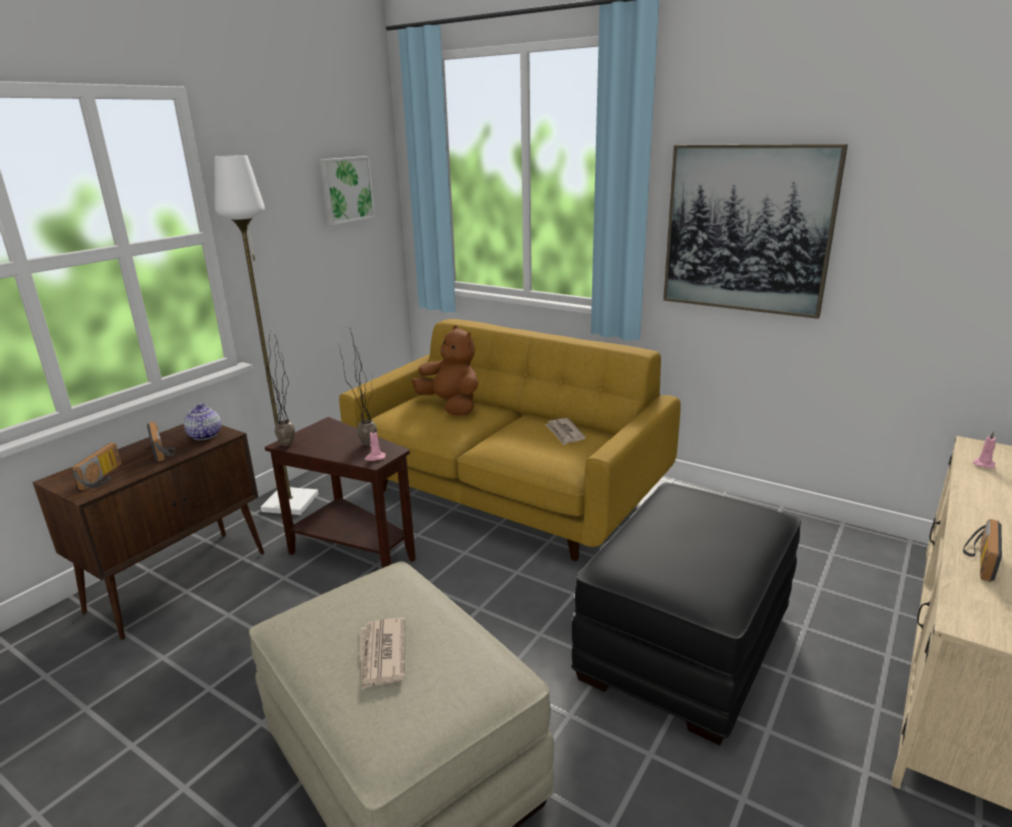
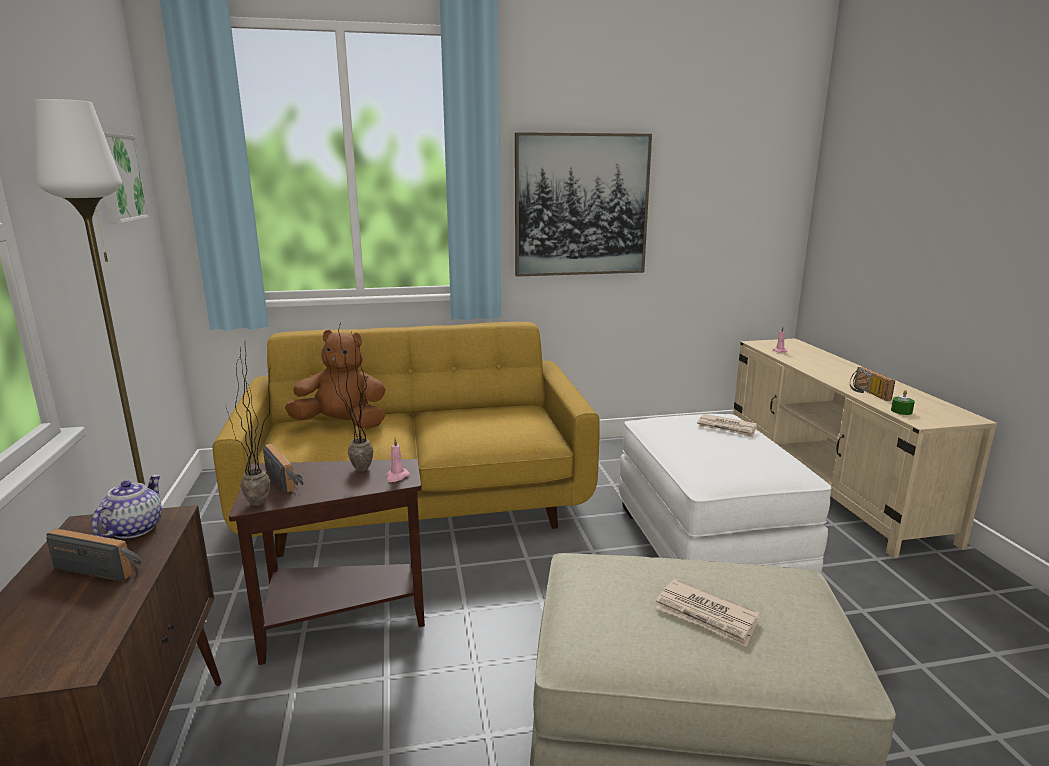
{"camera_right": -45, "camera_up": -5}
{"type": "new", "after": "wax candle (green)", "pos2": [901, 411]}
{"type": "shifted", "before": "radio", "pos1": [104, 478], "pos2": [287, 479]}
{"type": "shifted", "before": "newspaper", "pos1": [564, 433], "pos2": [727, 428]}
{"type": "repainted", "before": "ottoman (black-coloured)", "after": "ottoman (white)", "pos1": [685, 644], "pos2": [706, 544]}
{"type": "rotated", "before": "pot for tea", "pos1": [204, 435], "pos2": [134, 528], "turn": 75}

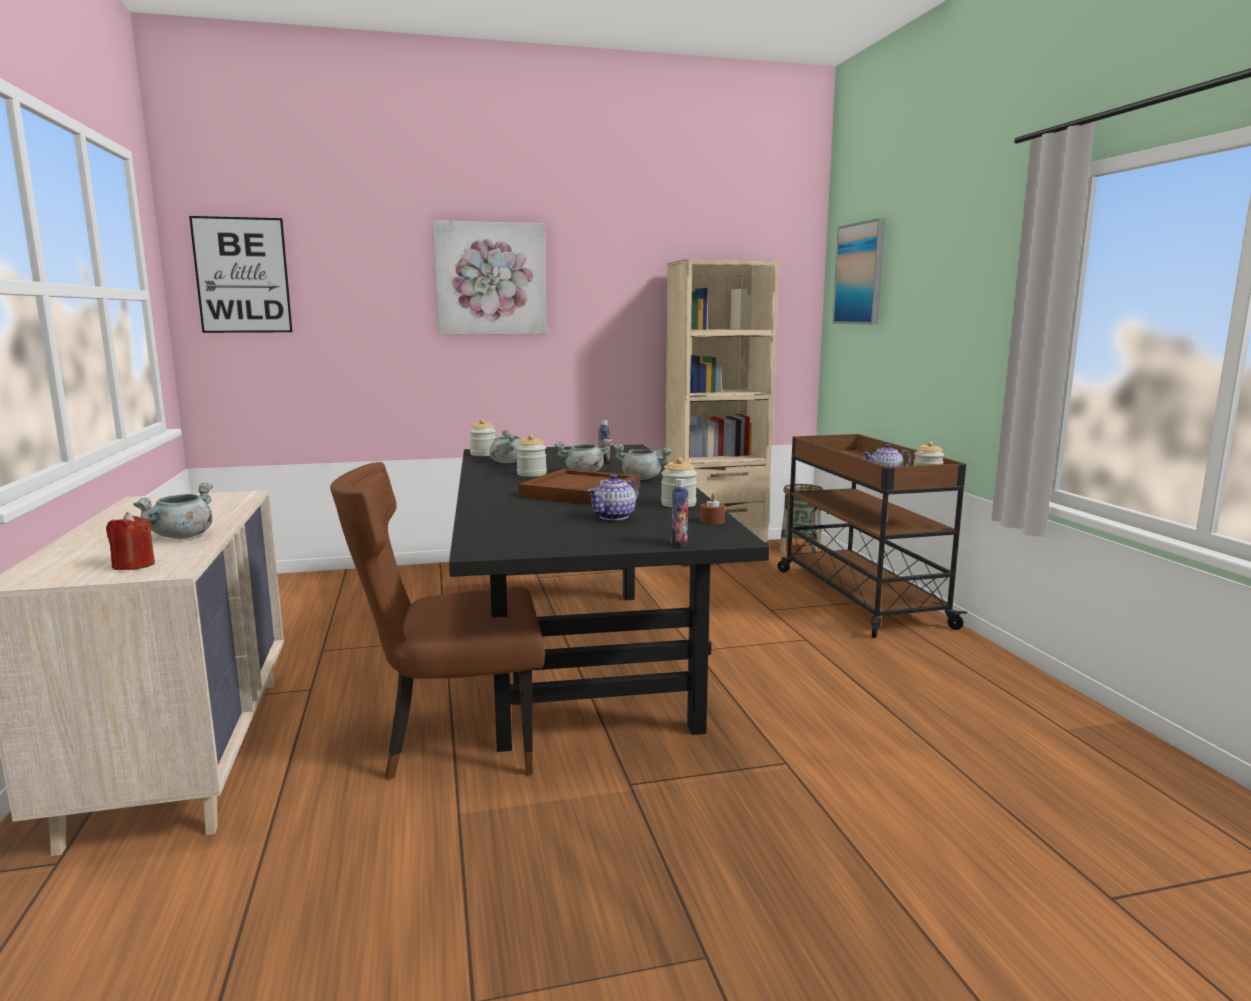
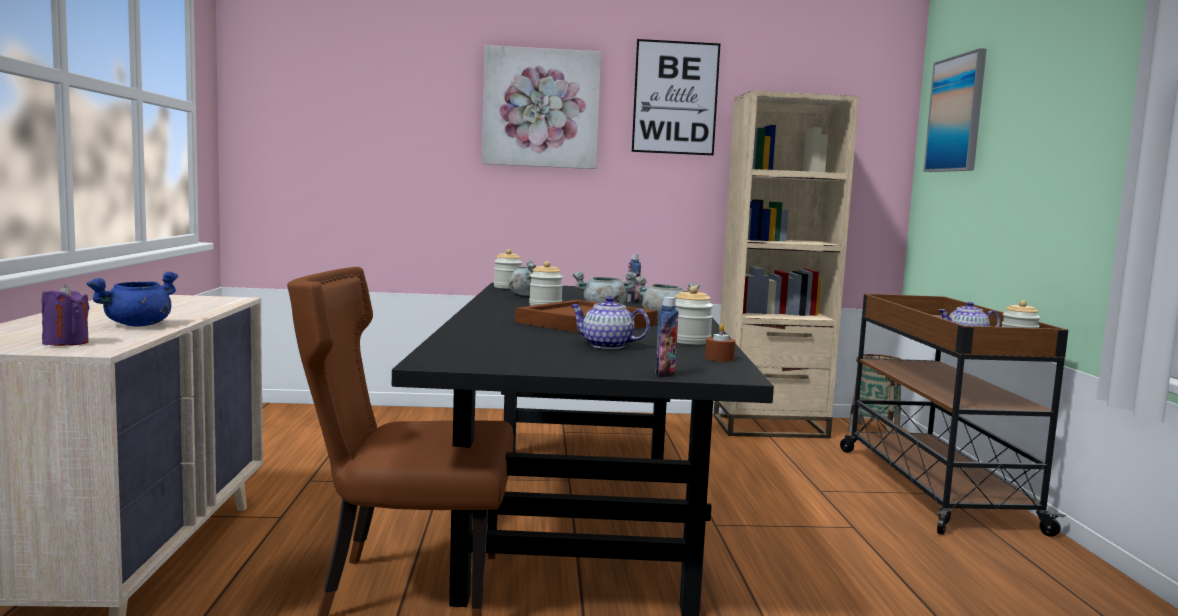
{"camera_right": 10, "camera_up": -5}
{"type": "shifted", "before": "wall picture", "pos1": [242, 275], "pos2": [675, 98]}
{"type": "repainted", "before": "wax candle (red)", "after": "wax candle (purplish)", "pos1": [133, 565], "pos2": [65, 342]}
{"type": "repainted", "before": "saucepot (grey)", "after": "saucepot (blue-coloured)", "pos1": [182, 536], "pos2": [137, 325]}
{"type": "rotated", "before": "pot for tea", "pos1": [614, 516], "pos2": [608, 346], "turn": 60}

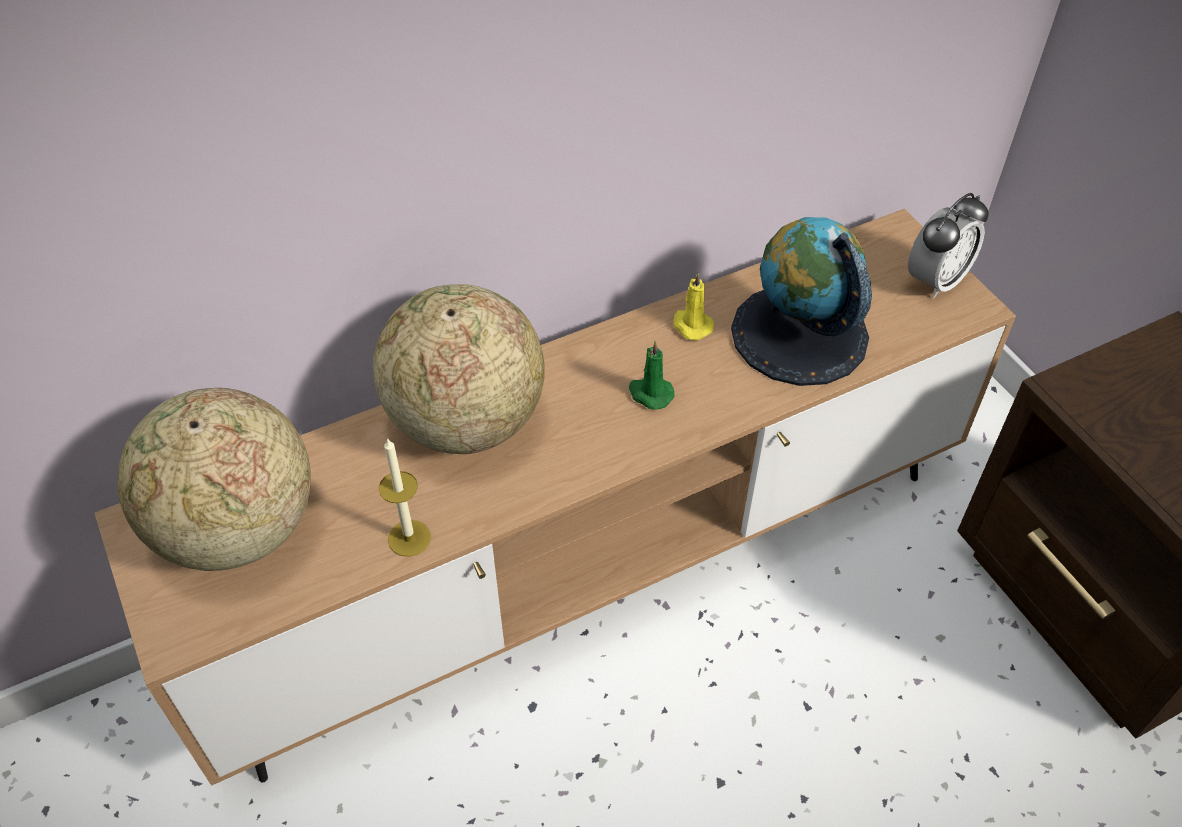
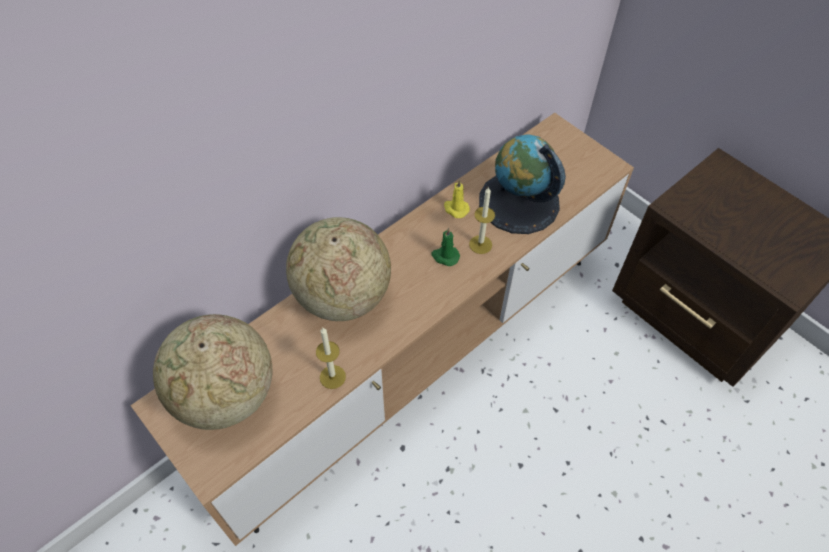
{"camera_right": -15, "camera_up": 5}
{"type": "gone", "before": "table clock", "pos1": [936, 281]}
{"type": "new", "after": "wax candle", "pos2": [480, 244]}

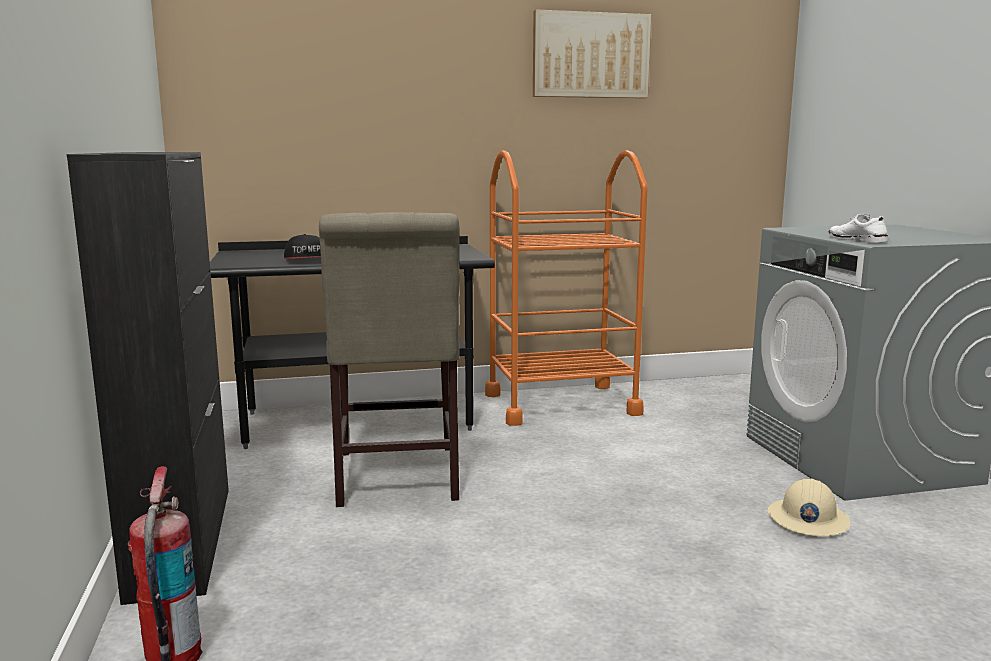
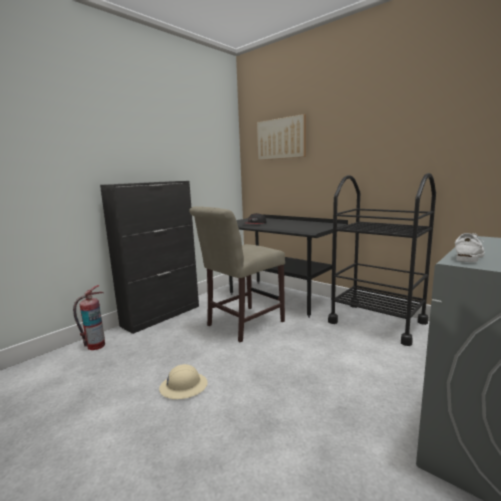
{"camera_right": 55, "camera_up": 0}
{"type": "shifted", "before": "wall picture", "pos1": [590, 55], "pos2": [281, 138]}
{"type": "shifted", "before": "hard hat (beige-coloured)", "pos1": [807, 519], "pos2": [183, 386]}
{"type": "repainted", "before": "wheeled cart (orange-coloured)", "after": "wheeled cart (black-coloured)", "pos1": [561, 404], "pos2": [377, 322]}

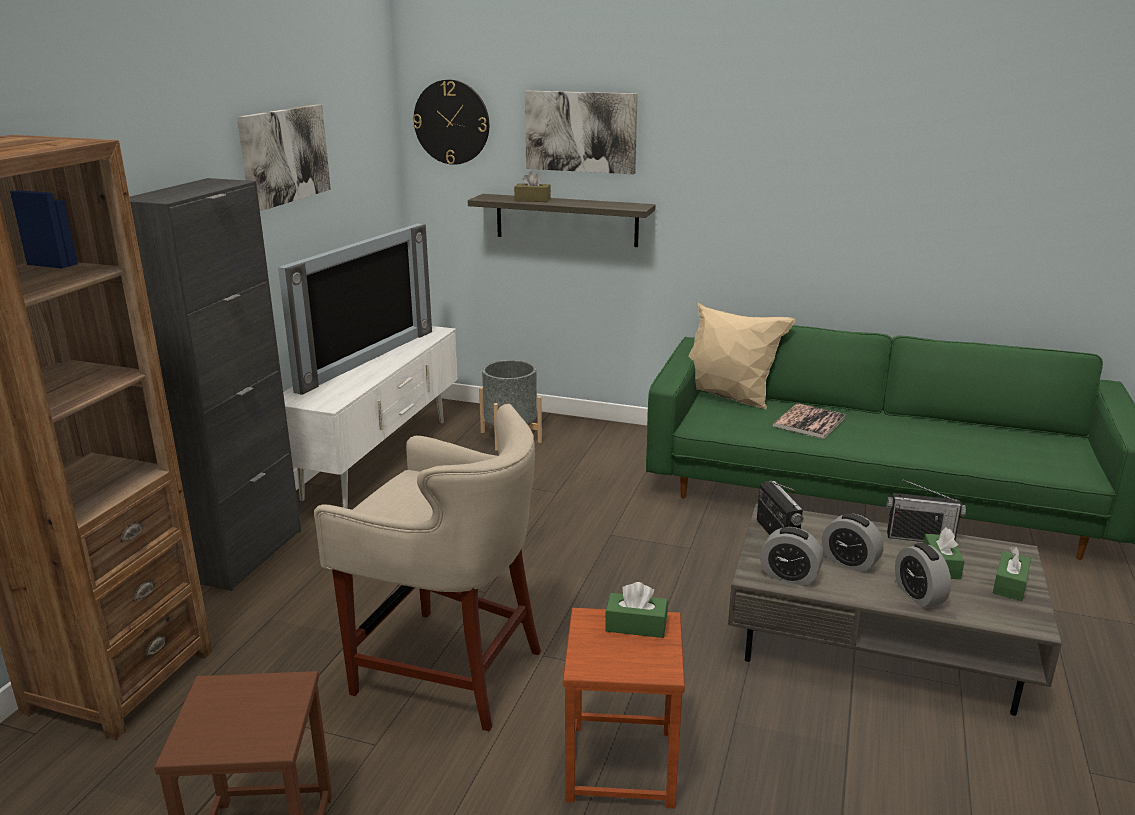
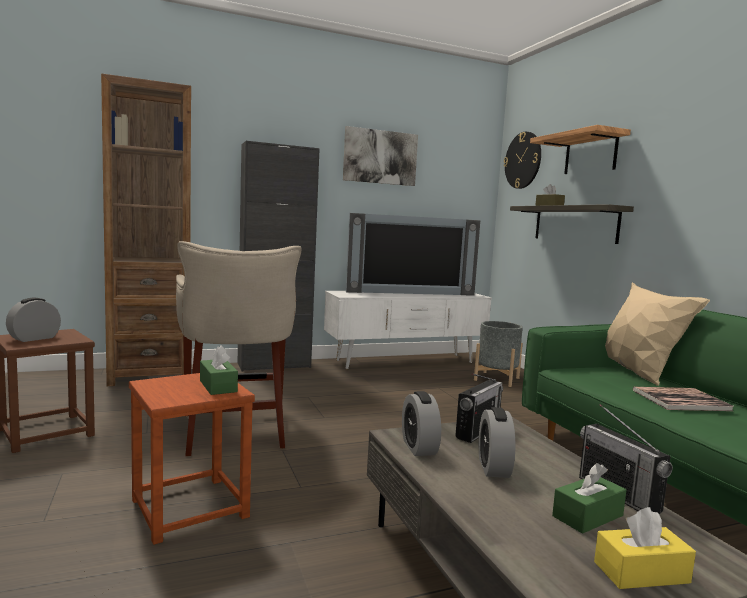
{"camera_right": 50, "camera_up": -15}
{"type": "shifted", "before": "table clock", "pos1": [918, 595], "pos2": [34, 338]}
{"type": "swapped", "before": "wall picture", "after": "shelf", "pos1": [581, 131], "pos2": [590, 154]}
{"type": "repainted", "before": "box of tissues (green)", "after": "box of tissues (yellowish)", "pos1": [1010, 584], "pos2": [641, 572]}

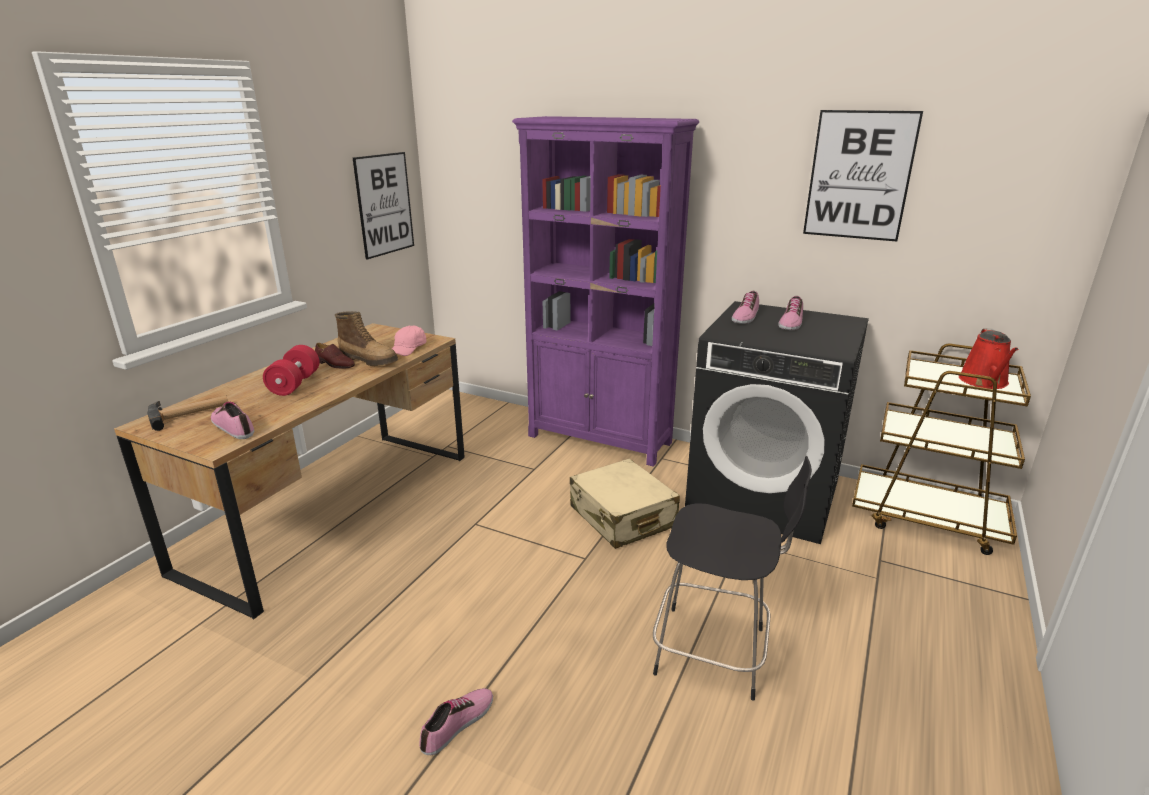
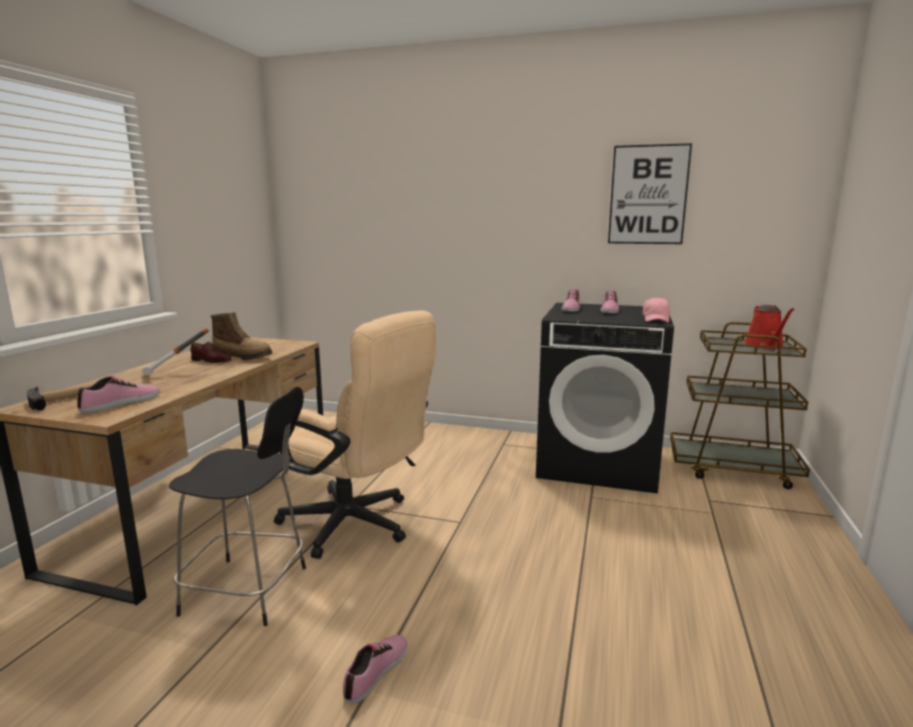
{"camera_right": -10, "camera_up": -10}
{"type": "gone", "before": "wall picture", "pos1": [384, 204]}
{"type": "gone", "before": "bookcase (purplish)", "pos1": [600, 439]}
{"type": "gone", "before": "travel case (beige-coloured)", "pos1": [622, 517]}
{"type": "new", "after": "computer chair (beige-coloured)", "pos2": [357, 526]}
{"type": "shifted", "before": "baseball cap (pink-coloured)", "pos1": [408, 349], "pos2": [656, 319]}
{"type": "shifted", "before": "sitting stool (black-coloured)", "pos1": [715, 652], "pos2": [249, 591]}
{"type": "swapped", "before": "dumbbell (red)", "after": "hammer", "pos1": [295, 384], "pos2": [175, 374]}
{"type": "rotated", "before": "item of footwear", "pos1": [234, 426], "pos2": [122, 403], "turn": 90}

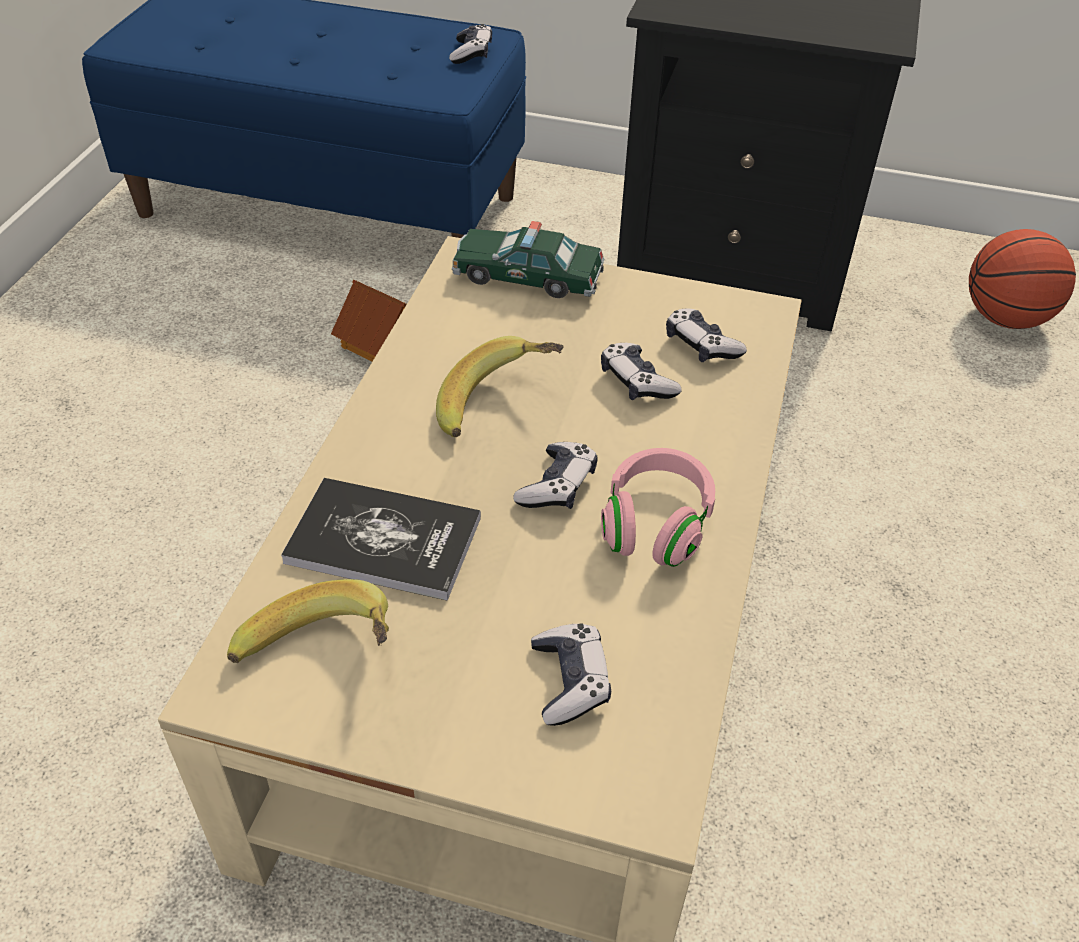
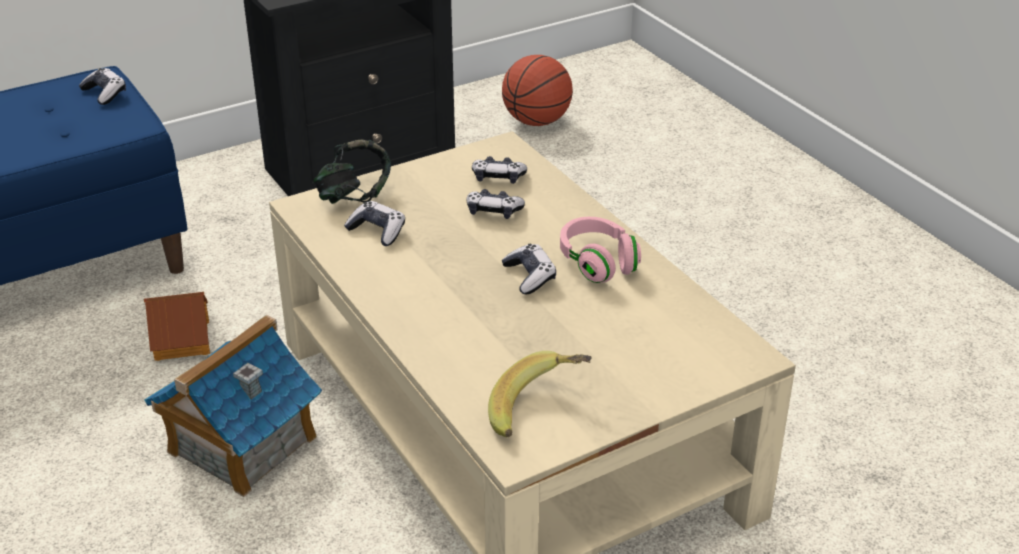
{"camera_right": -45, "camera_up": -10}
{"type": "gone", "before": "volume", "pos1": [383, 540]}
{"type": "gone", "before": "whole banana", "pos1": [499, 407]}
{"type": "new", "after": "model house", "pos2": [241, 445]}
{"type": "shifted", "before": "game controller", "pos1": [570, 681], "pos2": [377, 231]}
{"type": "swapped", "before": "model car", "after": "headset", "pos1": [527, 276], "pos2": [354, 196]}

